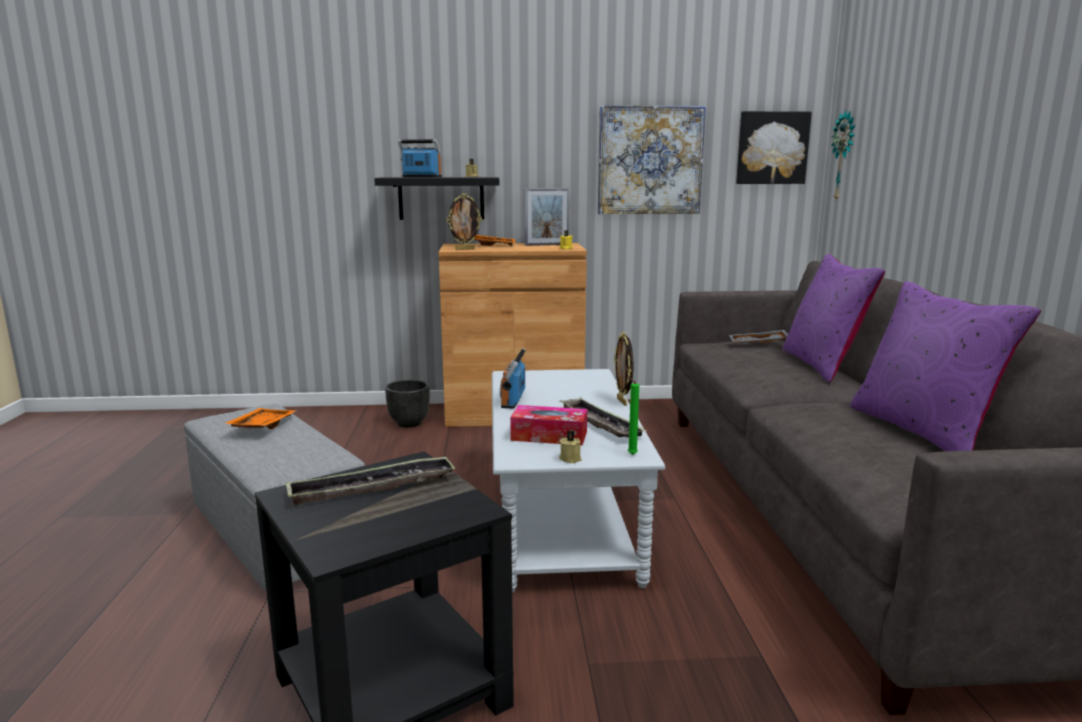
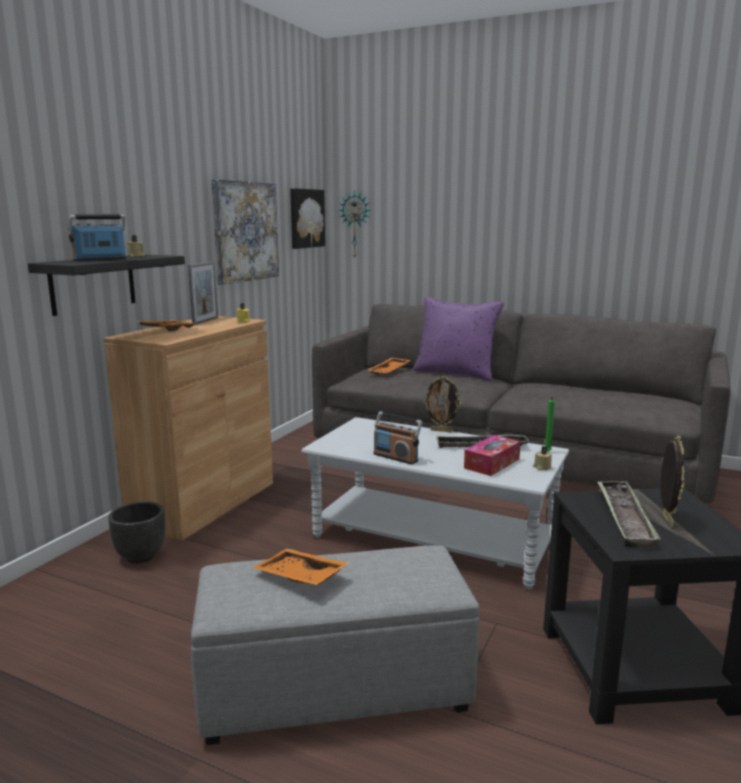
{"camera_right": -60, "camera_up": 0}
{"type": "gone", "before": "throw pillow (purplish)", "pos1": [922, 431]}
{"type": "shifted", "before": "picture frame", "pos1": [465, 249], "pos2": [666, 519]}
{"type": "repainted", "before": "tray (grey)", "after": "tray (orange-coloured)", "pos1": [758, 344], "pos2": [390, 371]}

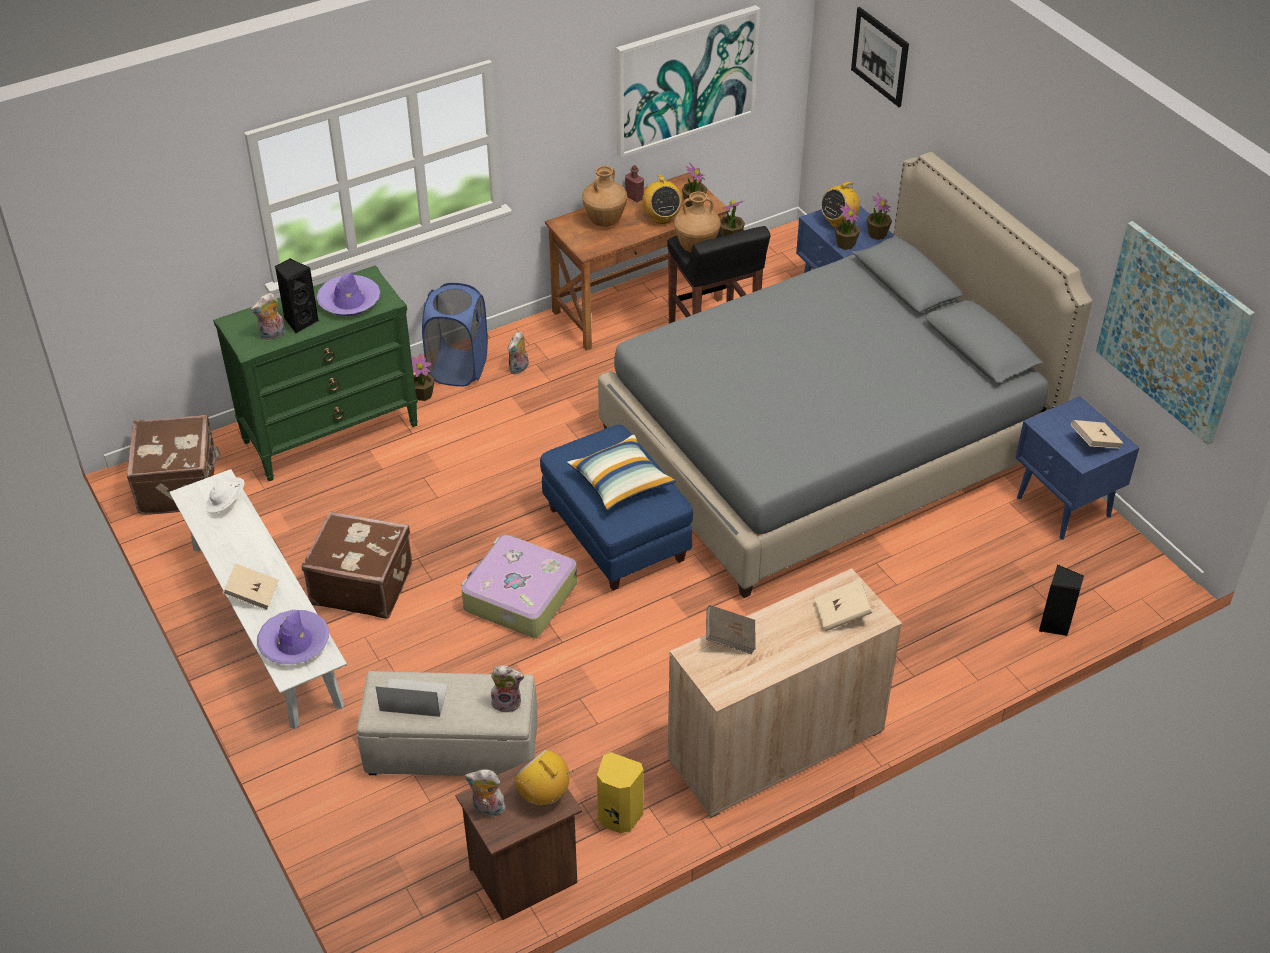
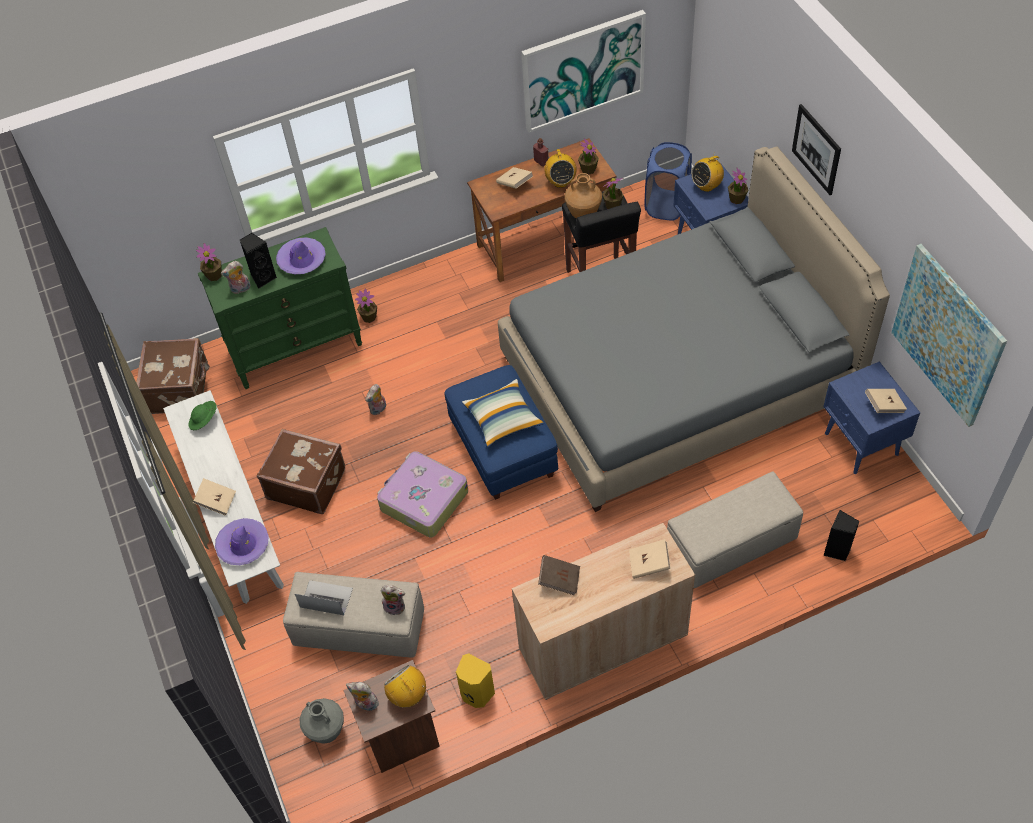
{"camera_right": 10, "camera_up": 10}
{"type": "new", "after": "decorative vase (grey)", "pos2": [326, 731]}
{"type": "new", "after": "ottoman (beige-coloured)", "pos2": [730, 545]}
{"type": "shifted", "before": "washing basket (blue-coloured)", "pos1": [458, 368], "pos2": [666, 205]}
{"type": "shifted", "before": "soft toy", "pos1": [519, 369], "pos2": [378, 409]}
{"type": "shifted", "before": "plant in a pot", "pos1": [845, 244], "pos2": [214, 275]}
{"type": "shifted", "before": "wall picture", "pos1": [880, 56], "pos2": [816, 149]}
{"type": "swapped", "before": "decorative vase (brown-coloured)", "after": "volume (beige-coloured)", "pos1": [605, 221], "pos2": [515, 184]}
{"type": "repainted", "before": "clothing hat (white)", "after": "clothing hat (green)", "pos1": [226, 503], "pos2": [204, 420]}

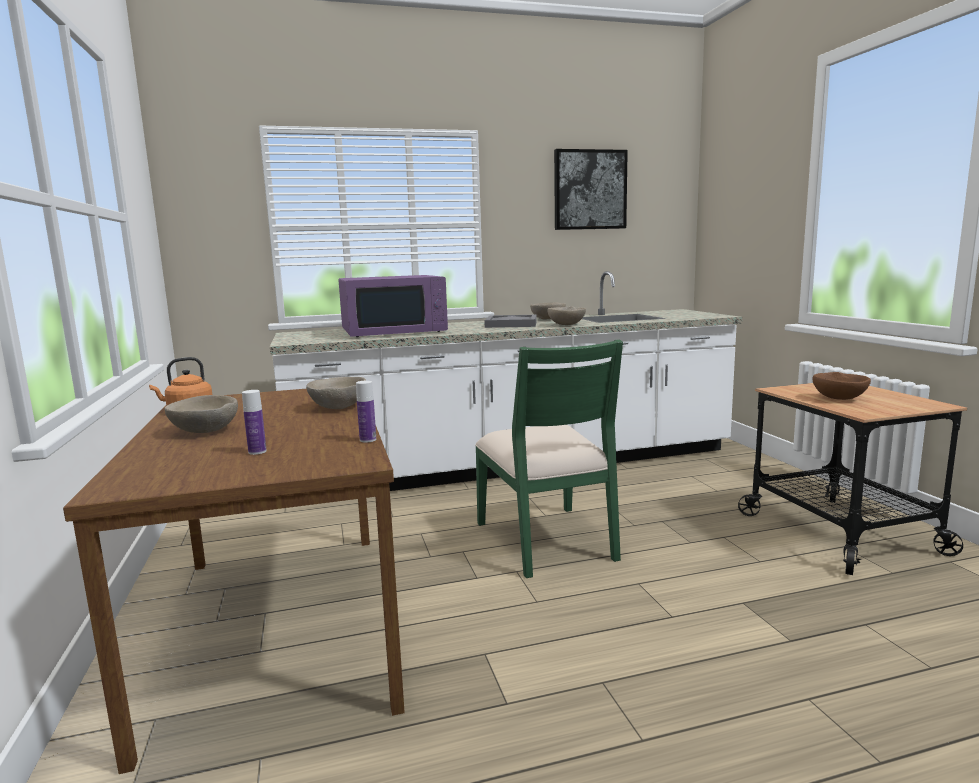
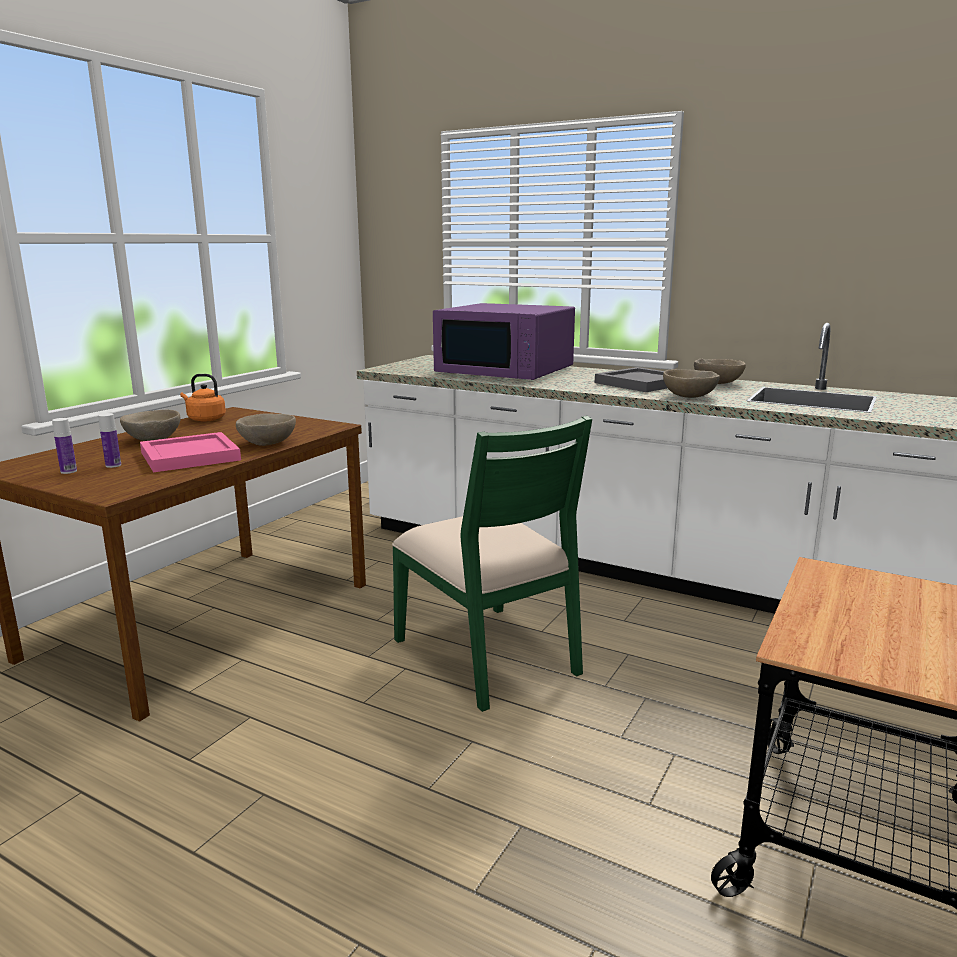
{"camera_right": 45, "camera_up": 5}
{"type": "gone", "before": "wall picture", "pos1": [589, 190]}
{"type": "gone", "before": "serving bowl (brown-coloured)", "pos1": [839, 398]}
{"type": "new", "after": "tray (pink-coloured)", "pos2": [192, 456]}
{"type": "shifted", "before": "bottle", "pos1": [368, 440], "pos2": [68, 471]}
{"type": "rotated", "before": "plain chair (green)", "pos1": [547, 540], "pos2": [488, 655], "turn": -60}

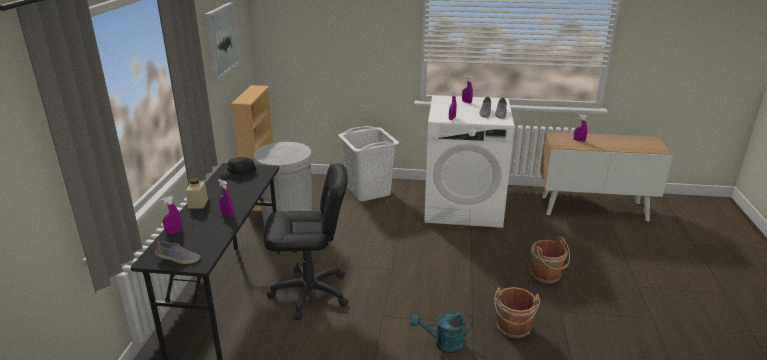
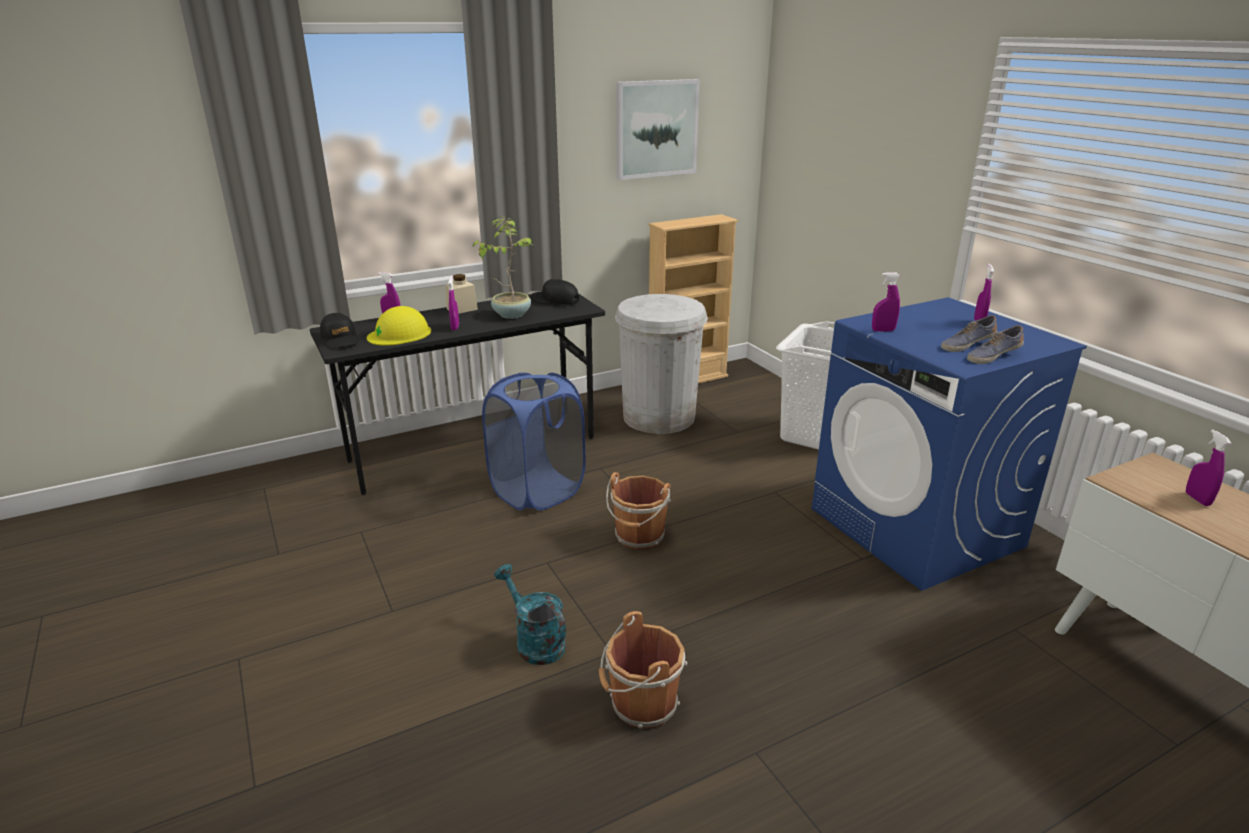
{"camera_right": 55, "camera_up": 0}
{"type": "new", "after": "hard hat (yellowish)", "pos2": [400, 334]}
{"type": "new", "after": "plant in a pot", "pos2": [511, 314]}
{"type": "shifted", "before": "pail (brown-coloured)", "pos1": [546, 276], "pos2": [639, 537]}
{"type": "swapped", "before": "item of footwear", "after": "baseball cap (black-coloured)", "pos1": [178, 259], "pos2": [340, 339]}
{"type": "swapped", "before": "computer chair (black-coloured)", "after": "washing basket (blue-coloured)", "pos1": [310, 293], "pos2": [537, 491]}
{"type": "repainted", "before": "washing machine (white)", "after": "washing machine (blue-coloured)", "pos1": [464, 207], "pos2": [916, 528]}

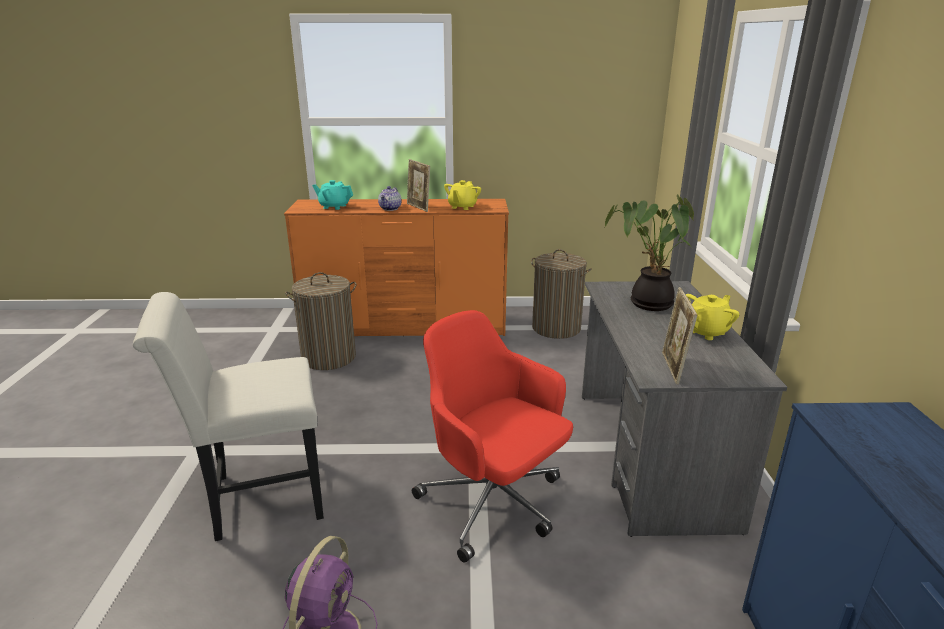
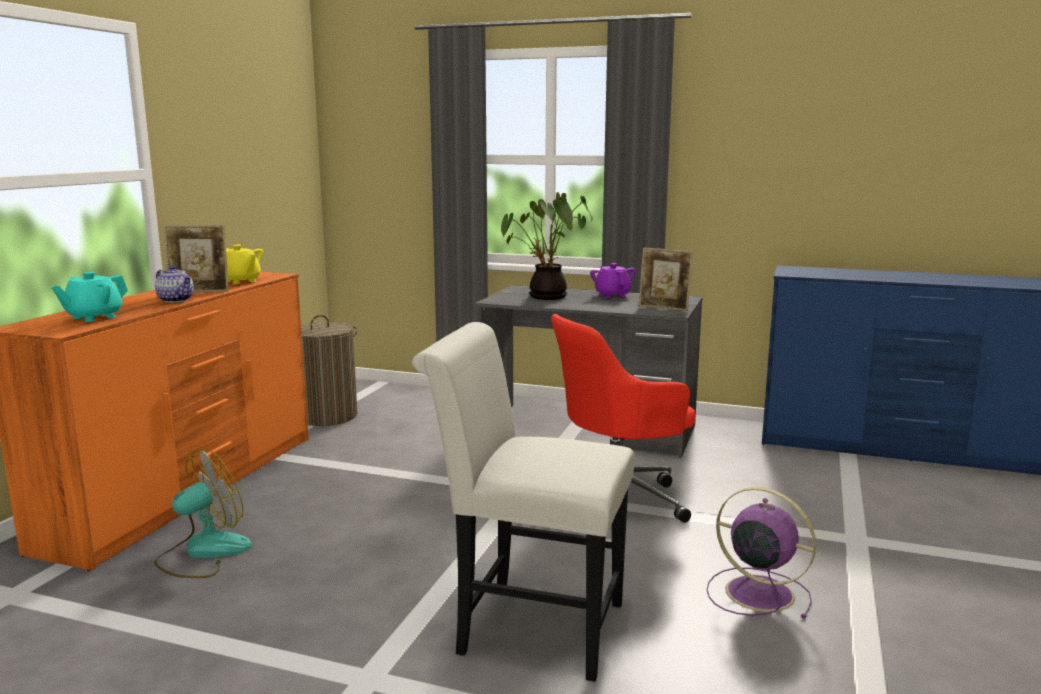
{"camera_right": -70, "camera_up": -10}
{"type": "swapped", "before": "washing basket", "after": "fan", "pos1": [329, 357], "pos2": [203, 552]}
{"type": "repainted", "before": "pot for tea (yellowish)", "after": "pot for tea (purplish)", "pos1": [706, 332], "pos2": [612, 295]}
{"type": "rotated", "before": "plain chair (white)", "pos1": [258, 499], "pos2": [528, 626], "turn": 105}

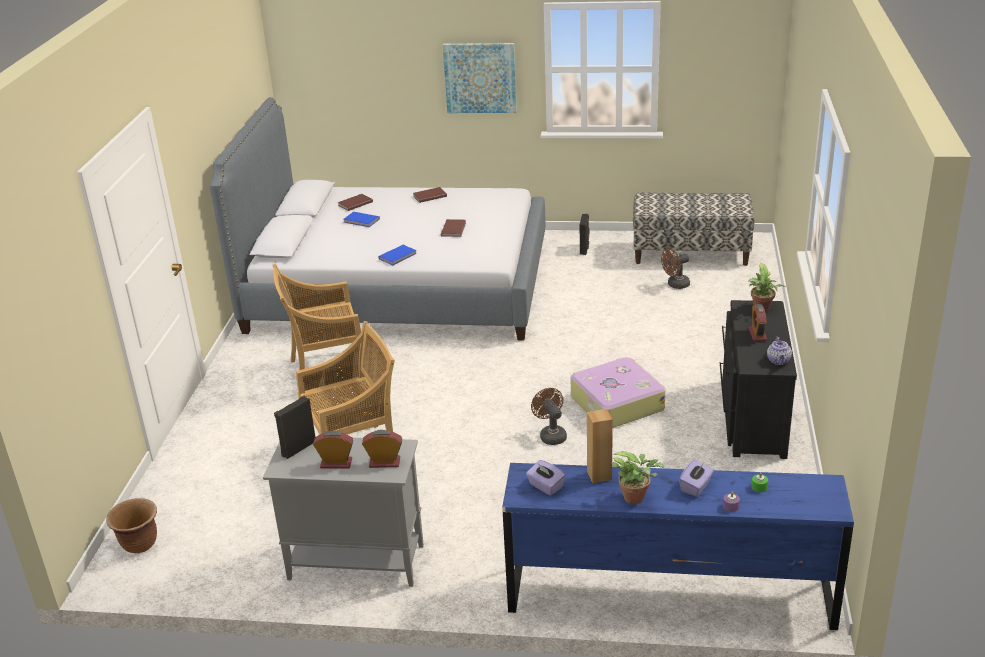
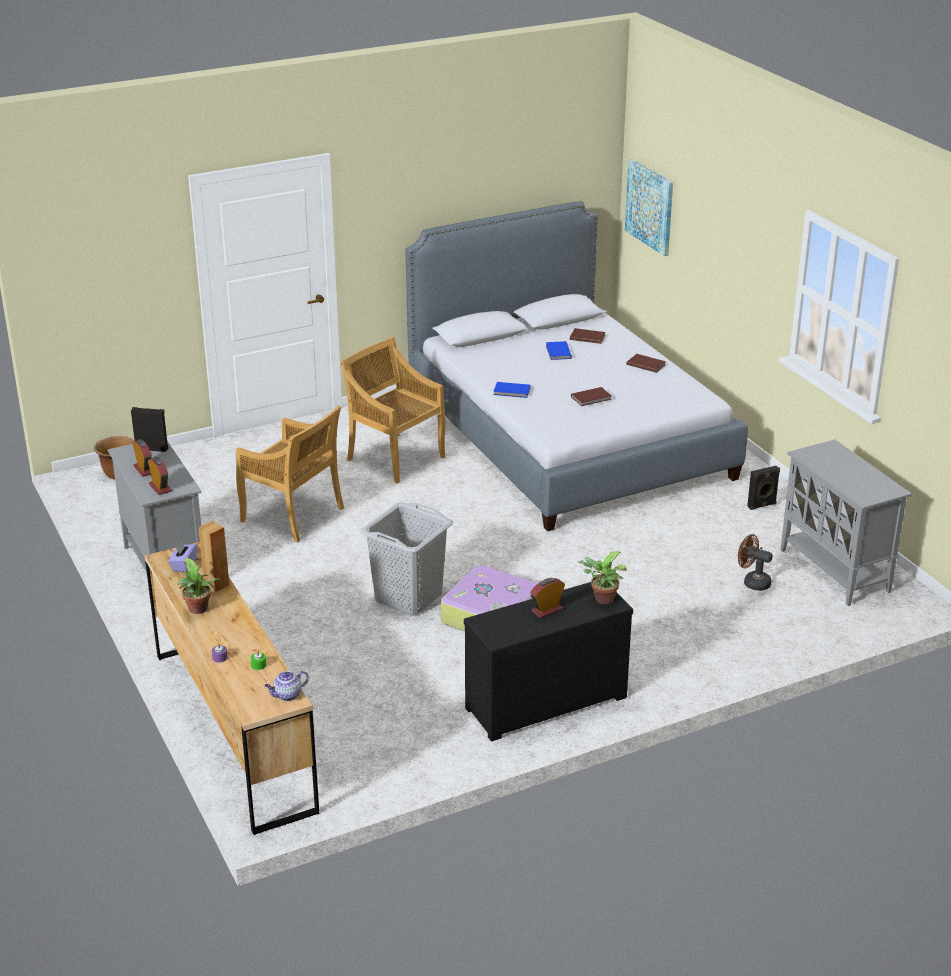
{"camera_right": 55, "camera_up": 0}
{"type": "gone", "before": "box of tissues (purplish)", "pos1": [696, 487]}
{"type": "shifted", "before": "wall picture", "pos1": [480, 77], "pos2": [650, 206]}
{"type": "shifted", "before": "pot for tea", "pos1": [779, 361], "pos2": [287, 695]}
{"type": "swapped", "before": "fan (brown-coloured)", "after": "washing basket (grey)", "pos1": [551, 435], "pos2": [408, 597]}
{"type": "swapped", "before": "bench", "after": "storage cabinet (grey)", "pos1": [691, 253], "pos2": [835, 571]}
{"type": "repainted", "before": "dresser (blue-coloured)", "after": "dresser (brown-coloured)", "pos1": [669, 596], "pos2": [233, 729]}

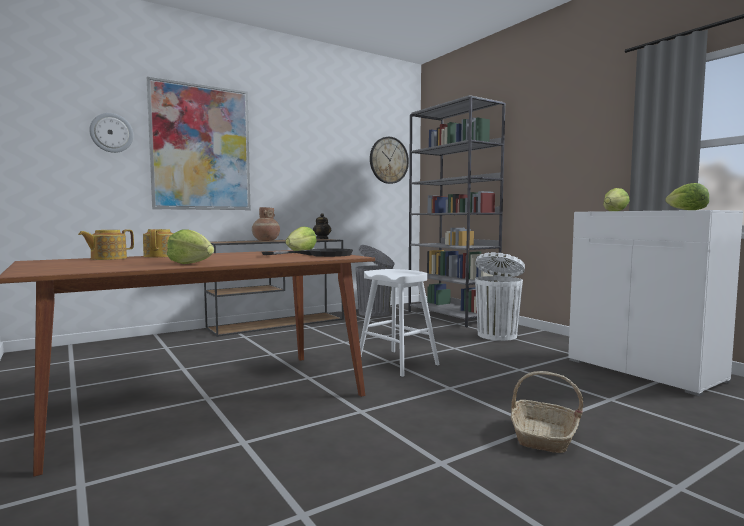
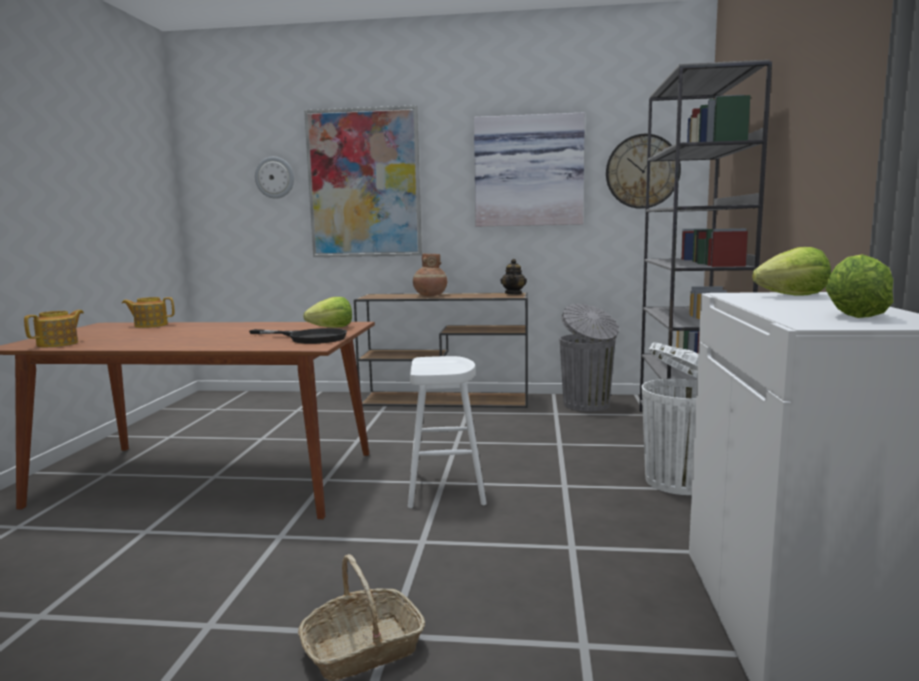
{"camera_right": 40, "camera_up": 5}
{"type": "gone", "before": "lettuce head", "pos1": [191, 263]}
{"type": "new", "after": "wall picture", "pos2": [528, 171]}
{"type": "shifted", "before": "pot for tea", "pos1": [160, 256], "pos2": [59, 344]}

